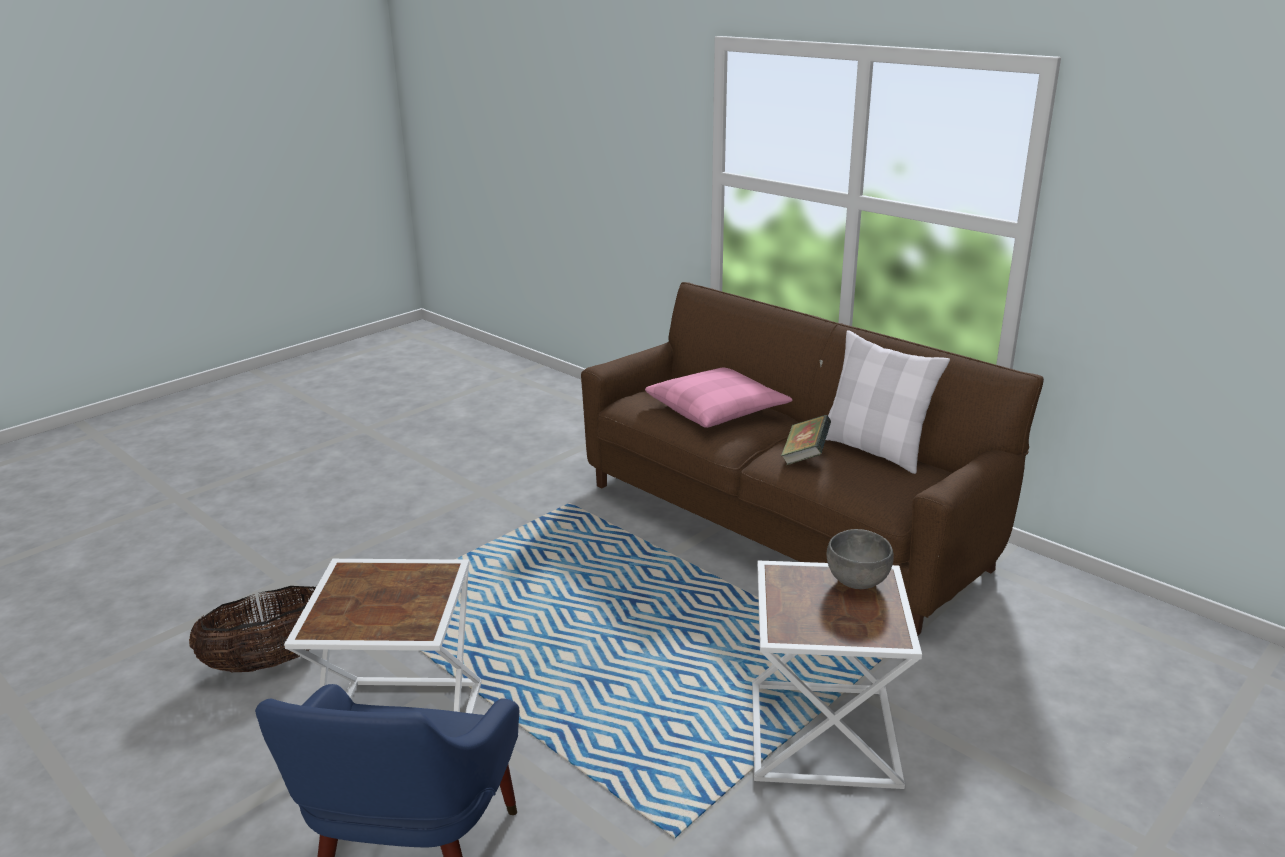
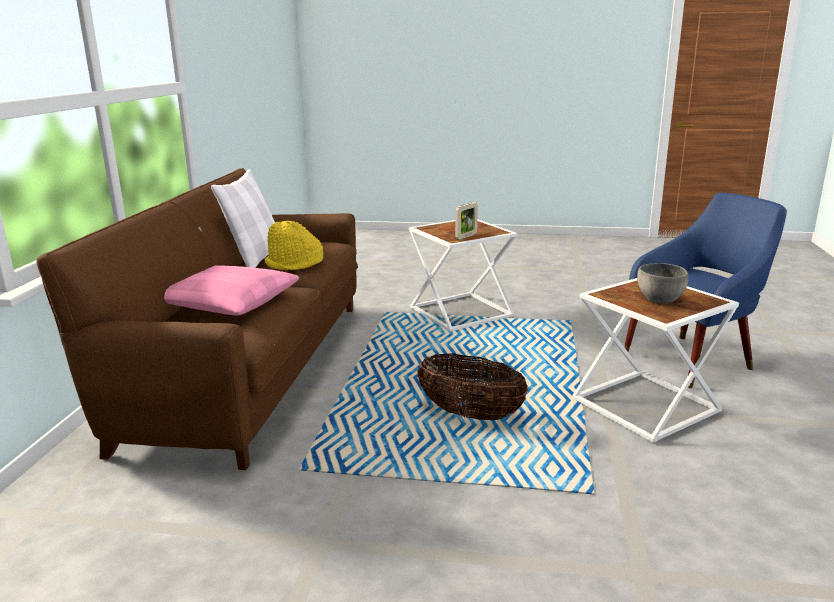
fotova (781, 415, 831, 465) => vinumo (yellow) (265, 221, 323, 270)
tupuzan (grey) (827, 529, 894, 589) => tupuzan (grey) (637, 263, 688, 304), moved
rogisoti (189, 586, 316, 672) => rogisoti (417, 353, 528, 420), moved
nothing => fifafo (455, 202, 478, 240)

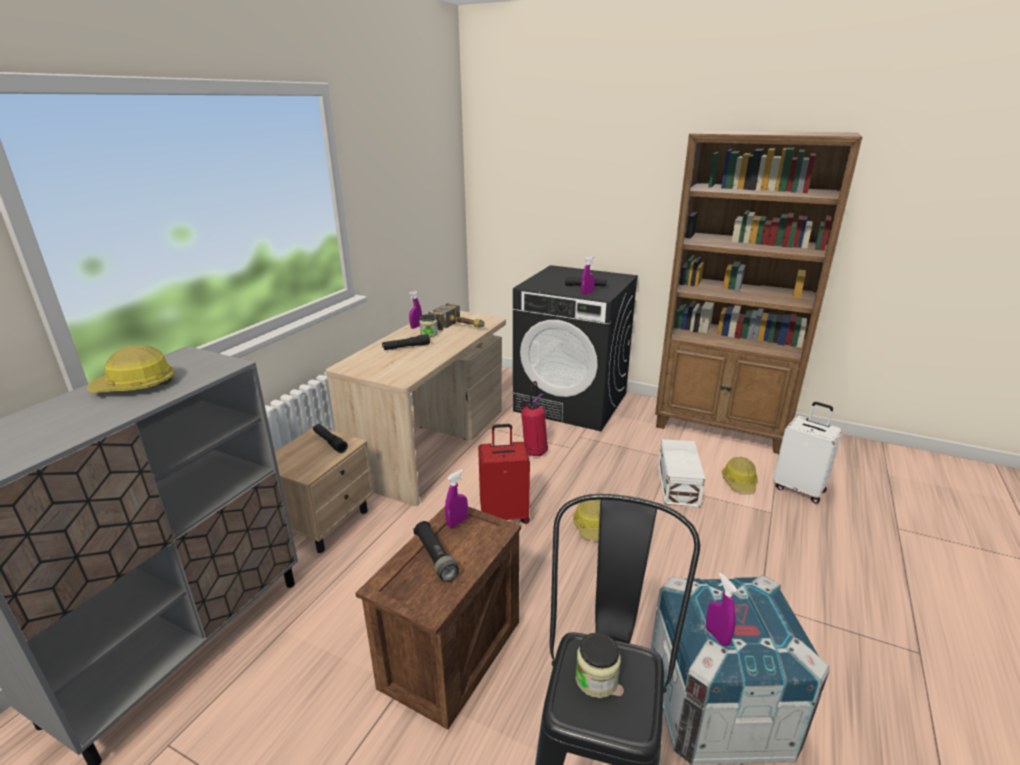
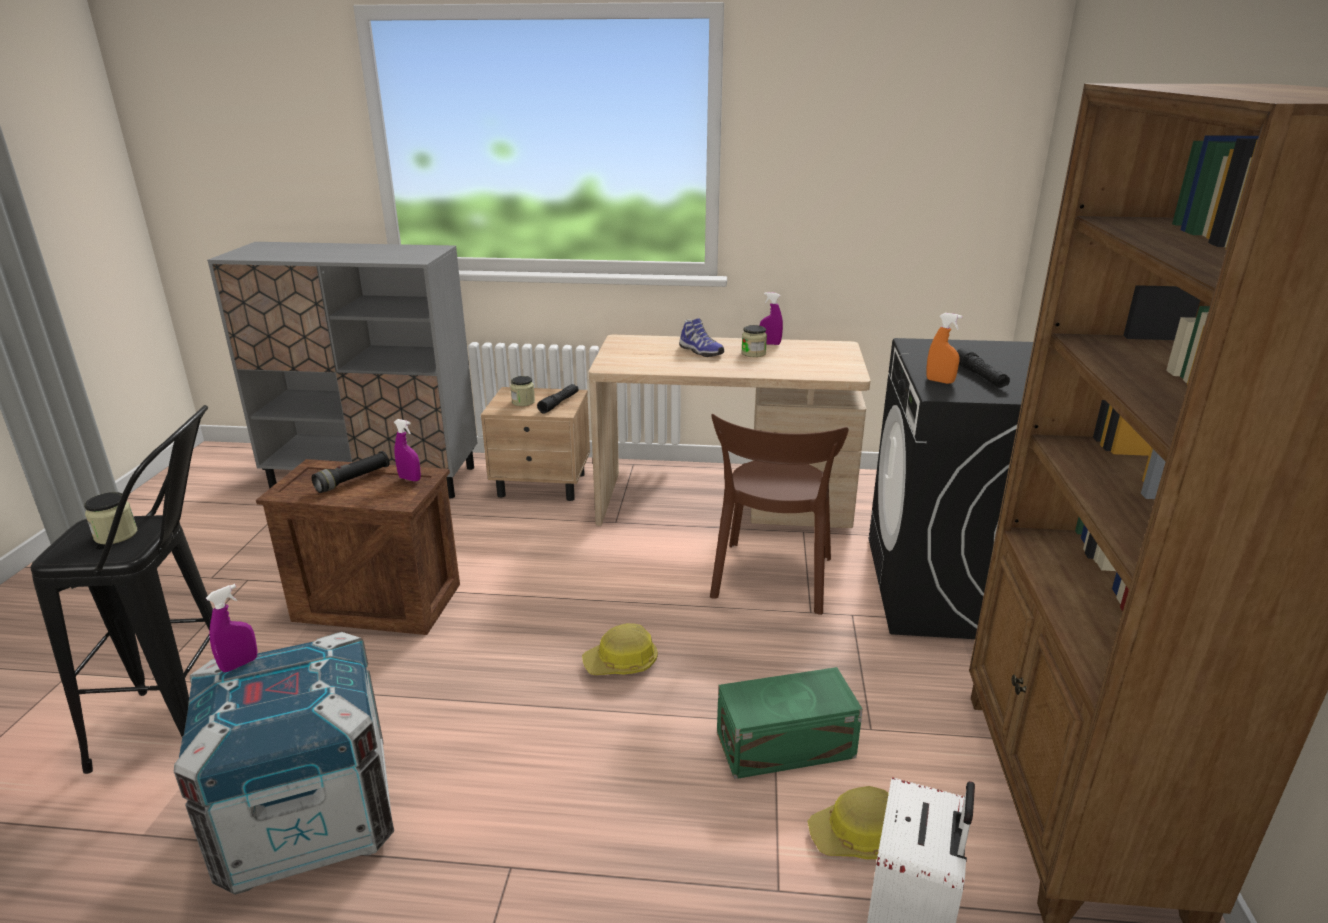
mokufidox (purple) (581, 256, 595, 295) => mokufidox (orange) (926, 313, 962, 384)
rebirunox (428, 303, 485, 331) => nothing
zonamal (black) (382, 334, 430, 350) => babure (679, 318, 724, 357)
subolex (88, 345, 175, 393) => nothing
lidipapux (519, 381, 548, 456) => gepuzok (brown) (710, 414, 848, 615)
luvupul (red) (478, 424, 530, 524) => nothing
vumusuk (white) (658, 439, 705, 508) => vumusuk (green) (717, 667, 863, 779)
nothing => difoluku (510, 376, 535, 406)

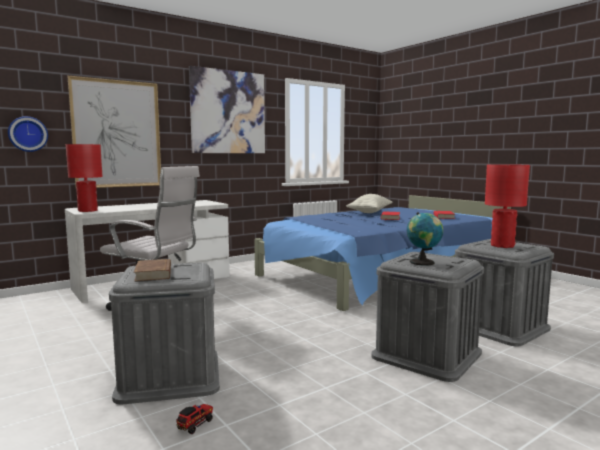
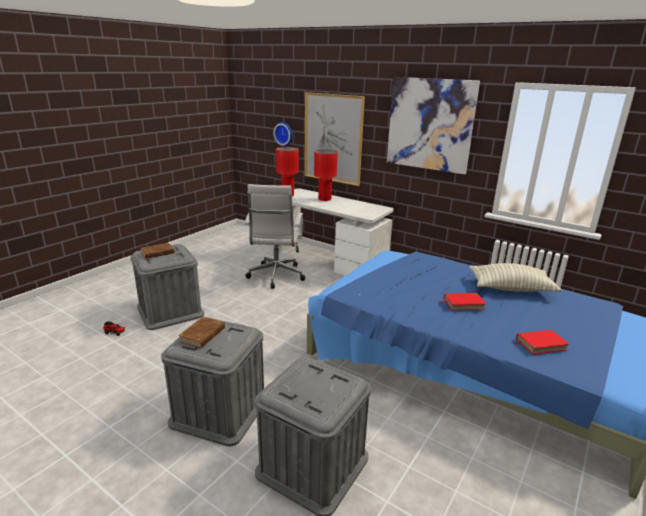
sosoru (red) (485, 164, 530, 248) => sosoru (red) (314, 150, 338, 201), moved
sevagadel (407, 212, 443, 266) => fotova (brown) (178, 317, 225, 348)

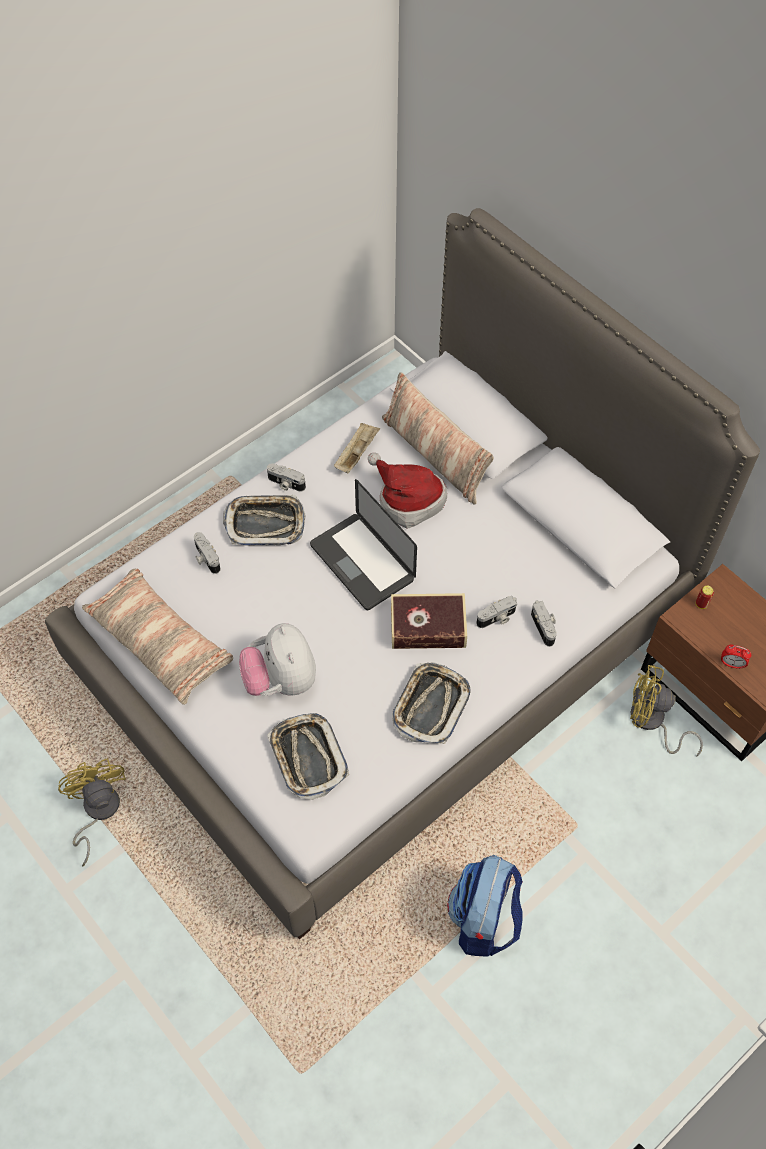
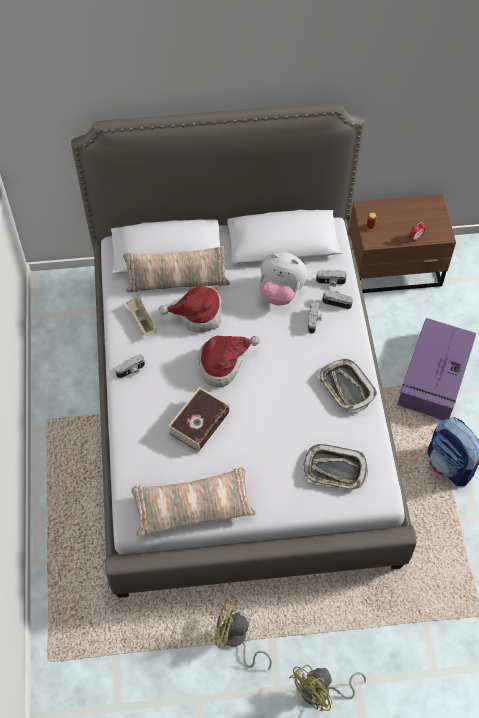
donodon (310, 479, 417, 610) => vinumo (197, 335, 260, 387)
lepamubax (223, 495, 305, 546) => nothing
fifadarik (194, 532, 220, 574) => fifadarik (316, 270, 347, 287), moved
fotova (391, 593, 467, 649) => fotova (168, 387, 230, 452), moved
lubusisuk (239, 623, 316, 696) => lubusisuk (259, 252, 307, 305), moved
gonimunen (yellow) (630, 665, 703, 757) => gonimunen (yellow) (289, 665, 366, 711), moved
nothing => vumusuk (purple) (397, 318, 476, 421)

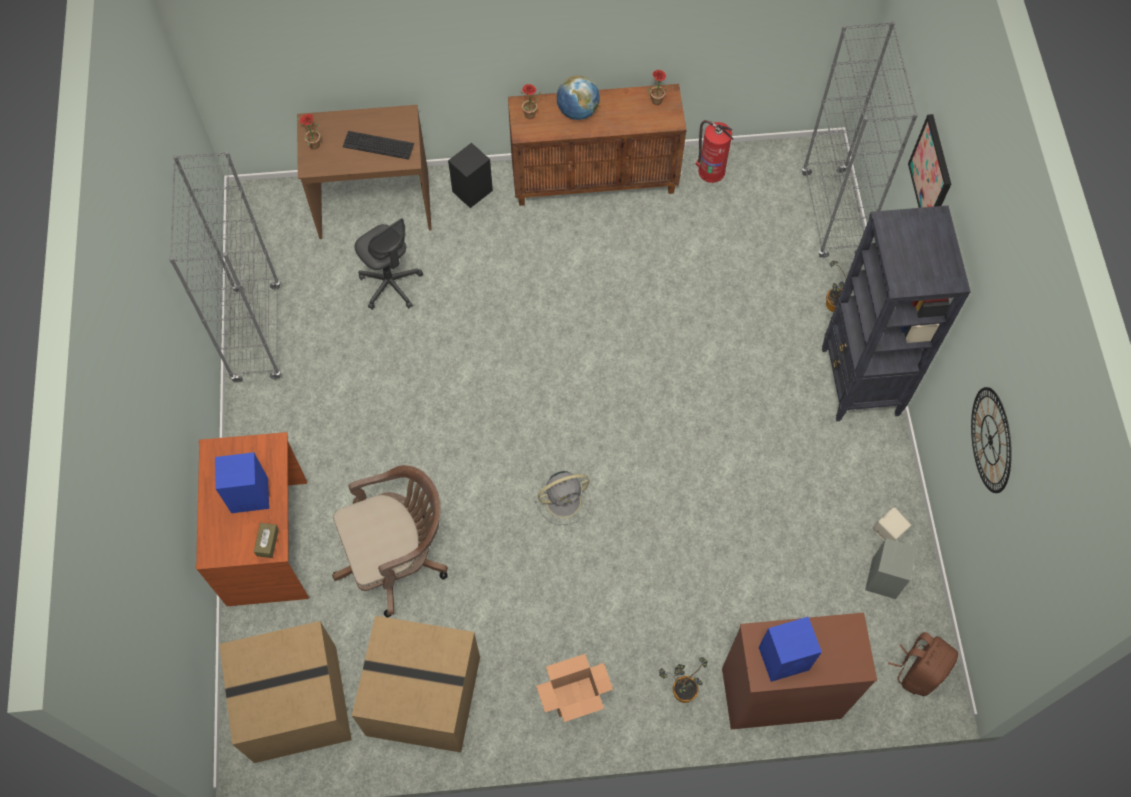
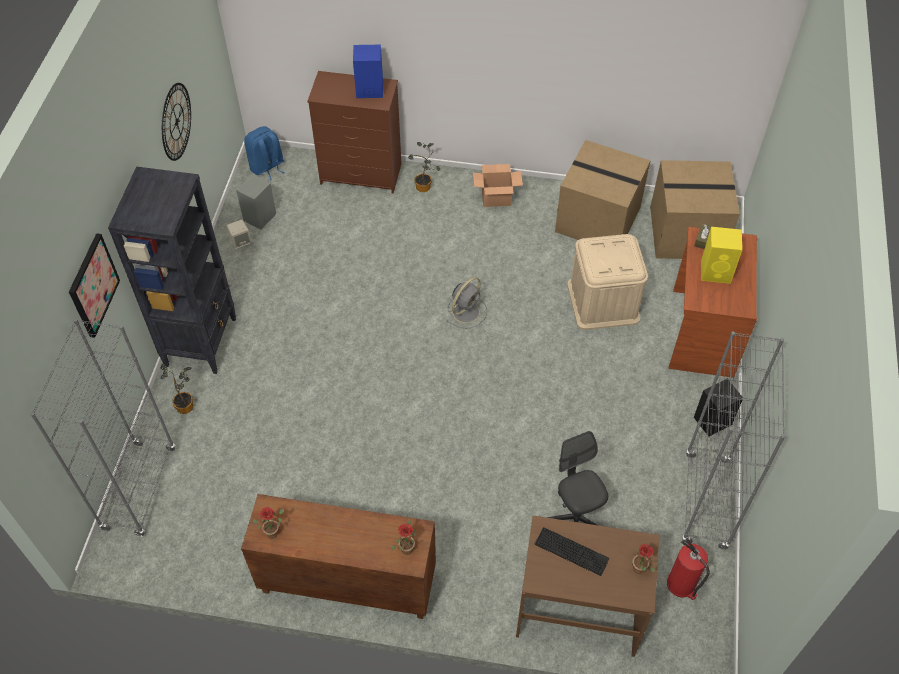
sevagadel (557, 75, 600, 120) => nothing
lidipapux (696, 120, 734, 183) => lidipapux (667, 538, 710, 600), moved
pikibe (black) (448, 143, 493, 208) => pikibe (black) (694, 379, 743, 437), moved
pikibe (blue) (215, 452, 269, 513) => pikibe (yellow) (701, 227, 742, 284)
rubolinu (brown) (332, 465, 448, 617) => vumusuk (beige) (567, 234, 648, 330)
gonimunen (grey) (534, 471, 591, 525) => gonimunen (grey) (446, 277, 487, 329), 135 degrees clockwise
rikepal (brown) (888, 632, 958, 696) => rikepal (blue) (244, 126, 285, 181)

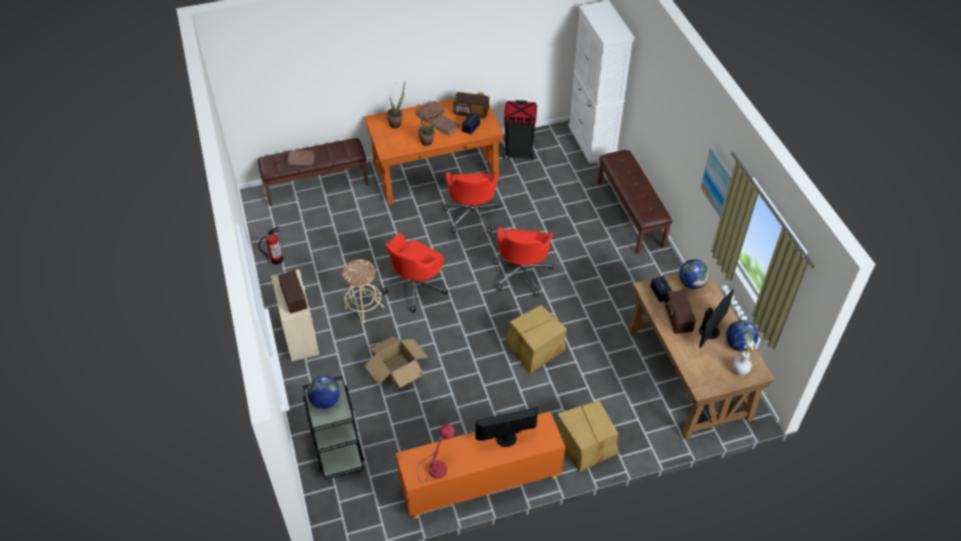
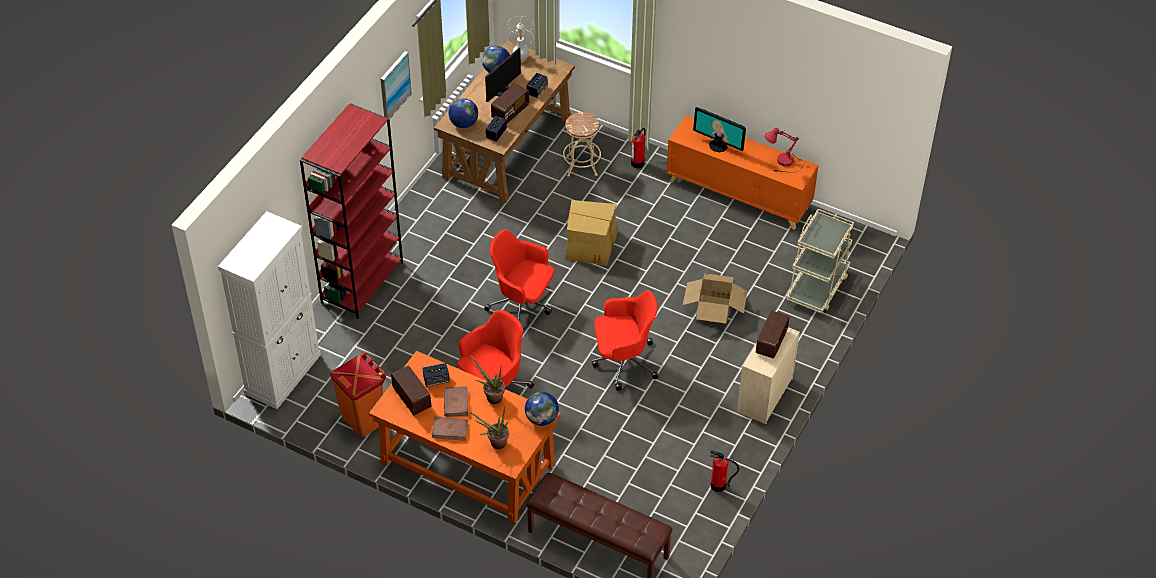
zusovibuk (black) (503, 100, 537, 160) => zusovibuk (orange) (330, 353, 387, 437)
fotova (brown) (287, 150, 315, 165) => nothing
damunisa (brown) (597, 150, 672, 254) => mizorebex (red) (300, 103, 403, 319)
rubolinu (red) (494, 227, 554, 296) => rubolinu (red) (484, 229, 554, 330), 120 degrees counterclockwise
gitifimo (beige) (342, 259, 384, 323) => gitifimo (beige) (563, 112, 601, 177), moved
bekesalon (699, 289, 734, 348) => bekesalon (485, 48, 521, 102), 135 degrees clockwise
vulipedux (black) (302, 376, 365, 480) => vulipedux (beige) (786, 209, 854, 313)
sevagadel (307, 376, 340, 409) => sevagadel (525, 392, 559, 426), moved
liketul (557, 401, 619, 472) => lidipapux (631, 128, 646, 168)
nothing => pikibe (527, 73, 547, 98)

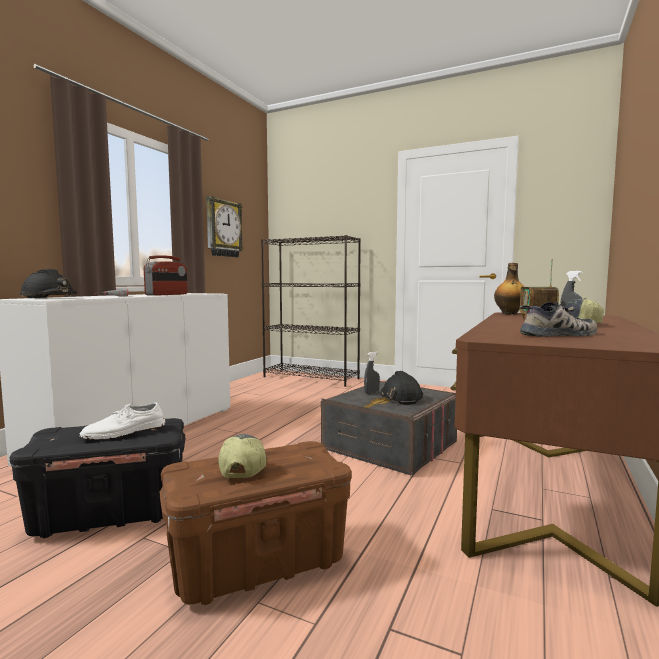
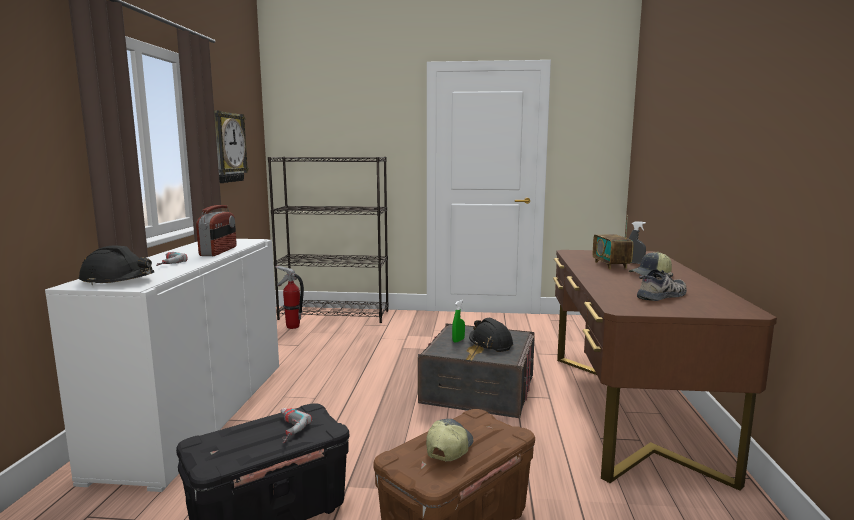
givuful (494, 263, 524, 315) => nothing
mokufidox (grey) (364, 352, 380, 394) => mokufidox (green) (452, 300, 465, 343)
babure (white) (79, 402, 166, 440) => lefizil (281, 408, 312, 444)
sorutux (218, 434, 267, 478) => sorutux (426, 419, 473, 461), 45 degrees clockwise
nothing => lidipapux (275, 265, 304, 329)

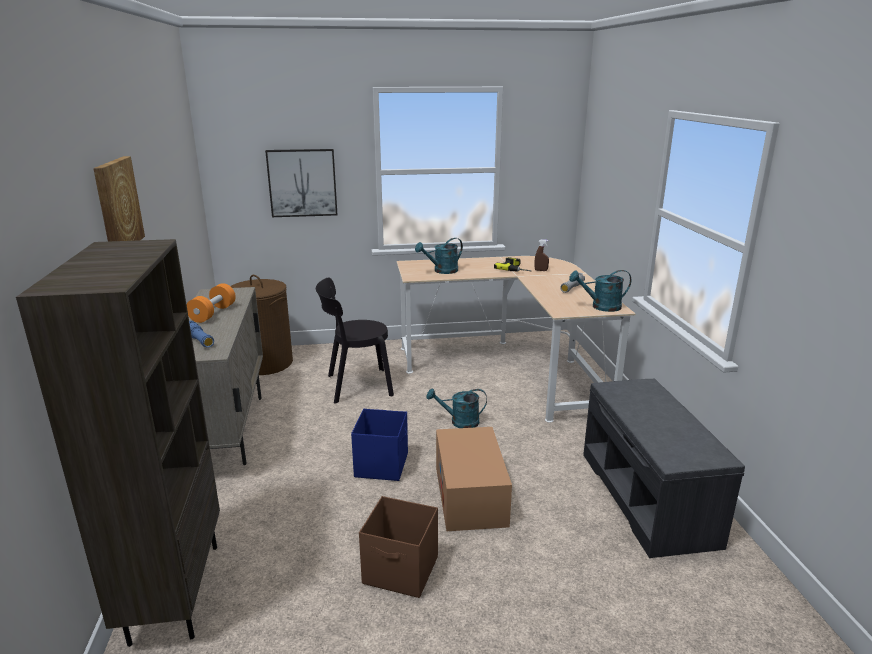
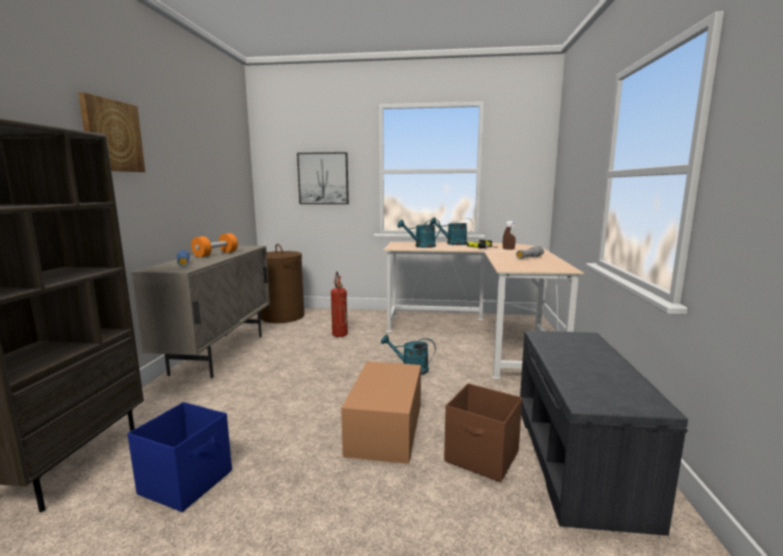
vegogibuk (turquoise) (569, 270, 631, 312) => vegogibuk (turquoise) (430, 217, 473, 245), moved
gepuzok (black) (316, 278, 394, 404) => lidipapux (331, 271, 348, 337)
vumusuk (blue) (351, 409, 408, 481) => vumusuk (blue) (127, 402, 232, 512), moved
vumusuk (brown) (359, 496, 438, 598) => vumusuk (brown) (444, 383, 522, 482), moved

